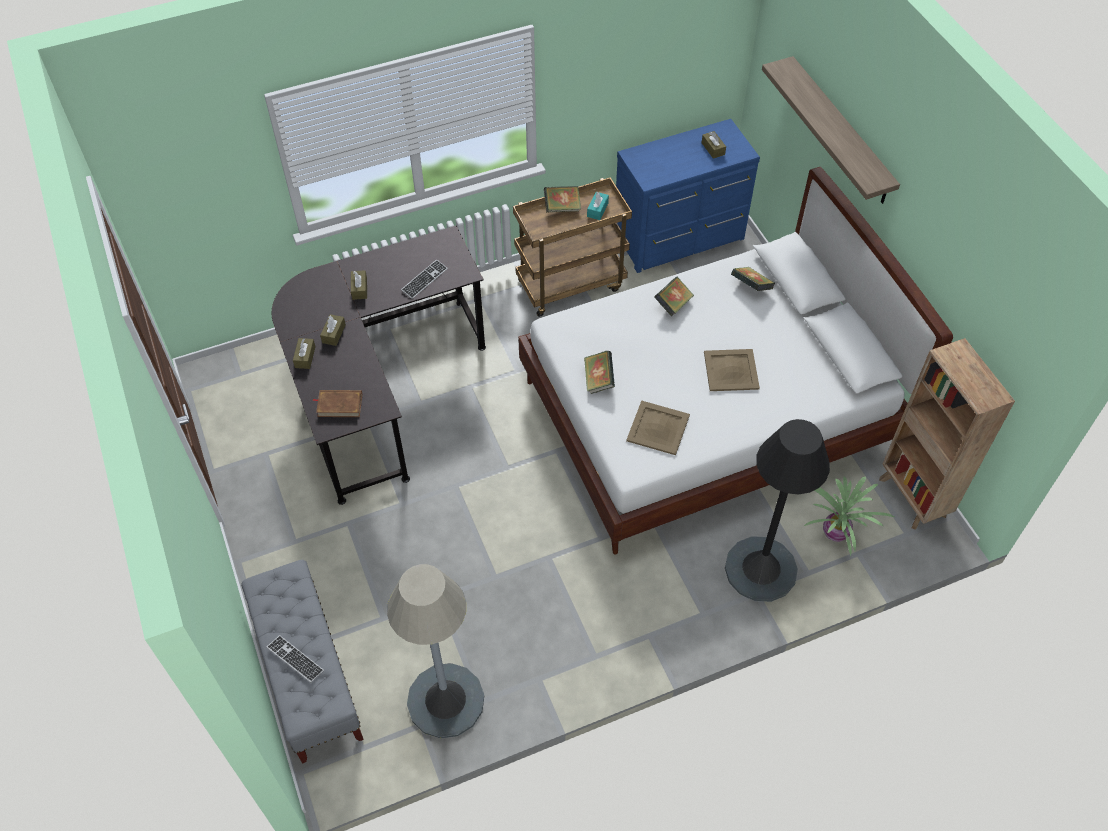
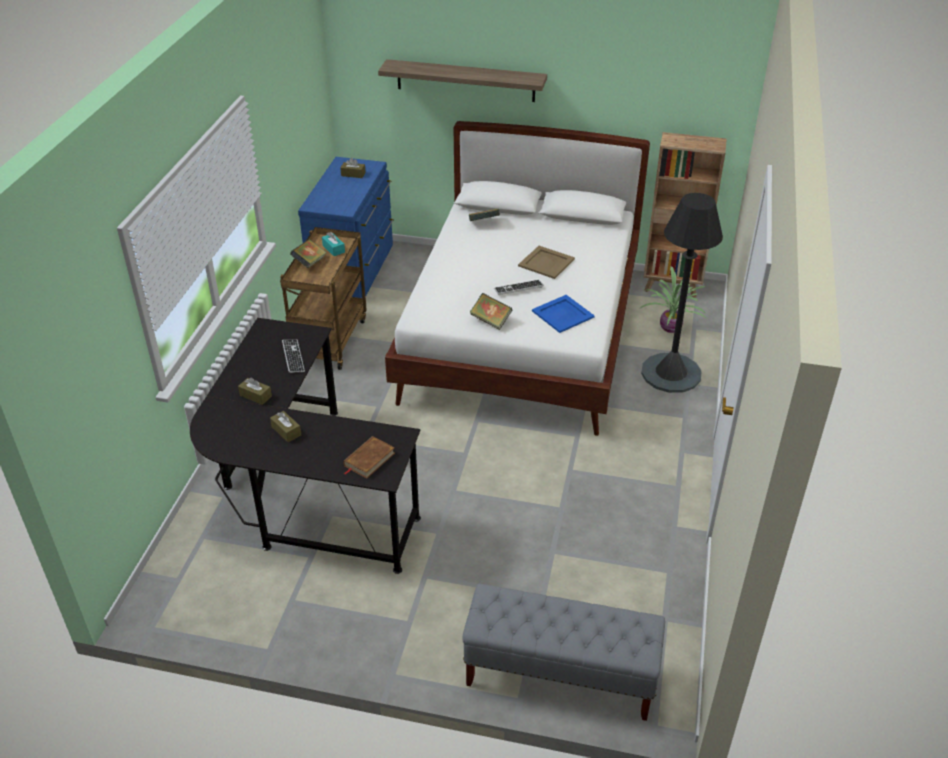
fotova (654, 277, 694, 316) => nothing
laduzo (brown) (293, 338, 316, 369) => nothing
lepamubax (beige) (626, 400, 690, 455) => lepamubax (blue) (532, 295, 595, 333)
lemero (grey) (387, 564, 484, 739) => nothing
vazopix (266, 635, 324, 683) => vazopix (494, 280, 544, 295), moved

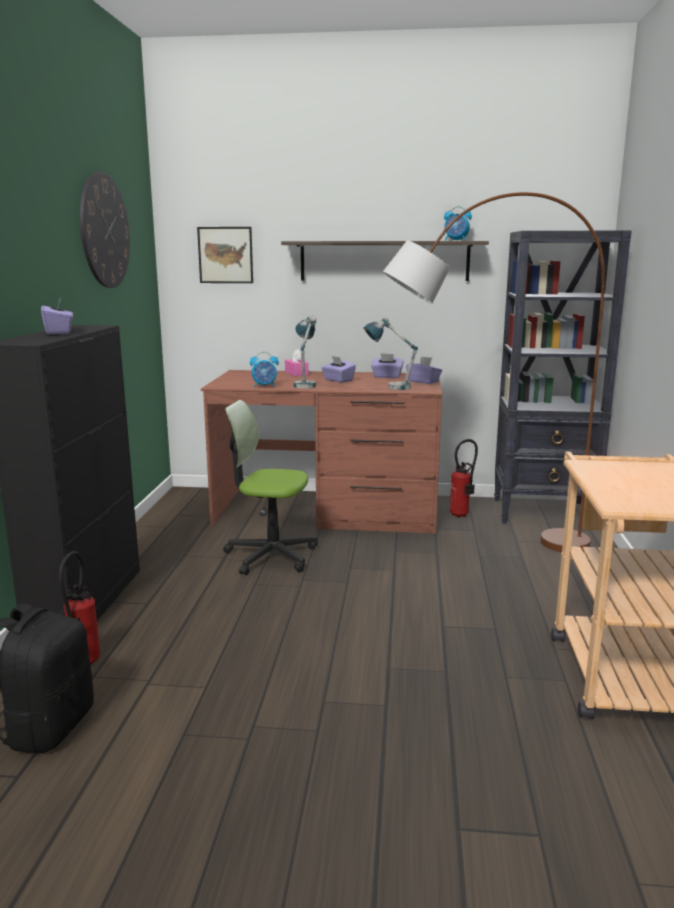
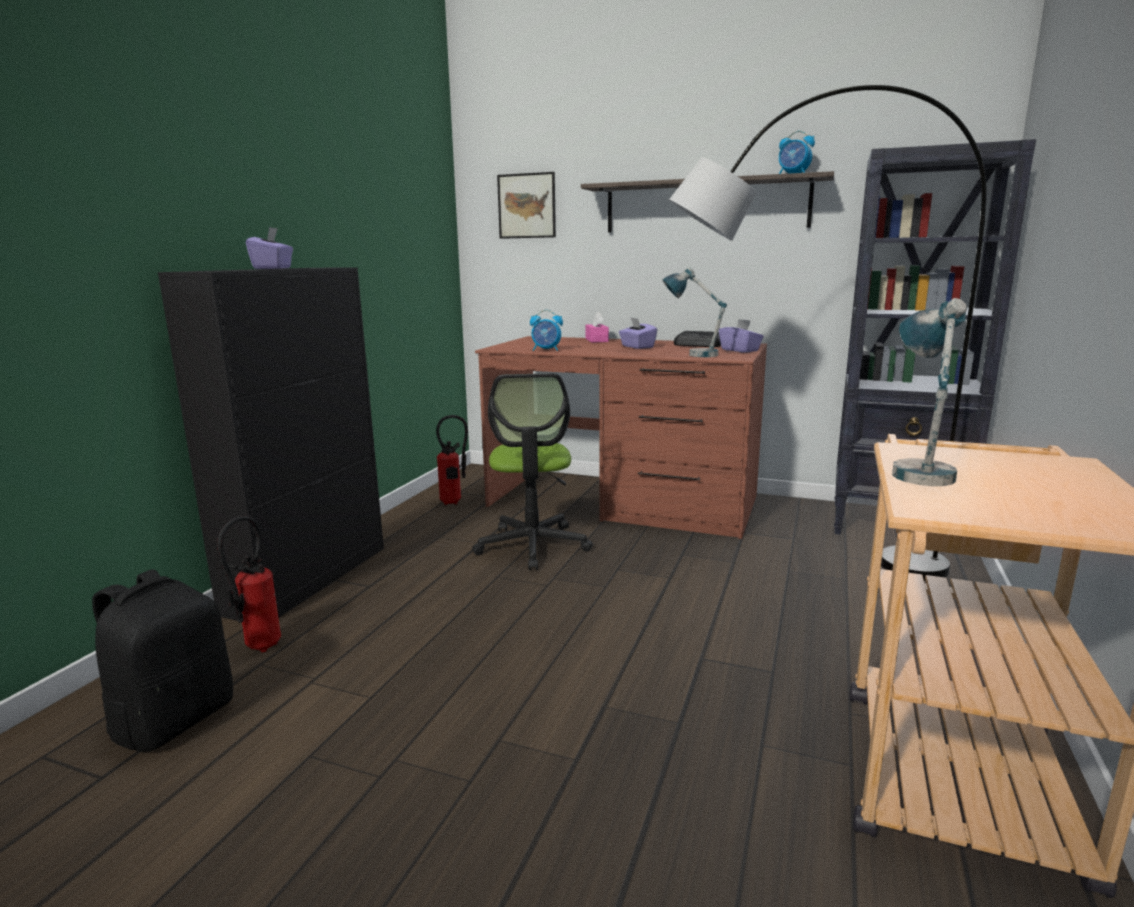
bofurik (80, 172, 130, 288) => nothing
lemero (brown) (383, 192, 605, 552) => lemero (grey) (669, 85, 986, 581)
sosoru (293, 315, 316, 389) => sosoru (892, 298, 967, 486), moved
laduzo (purple) (371, 353, 404, 378) => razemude (674, 331, 721, 347)
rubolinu (223, 400, 318, 575) => rubolinu (472, 373, 593, 570), 120 degrees counterclockwise
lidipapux (450, 439, 478, 518) => lidipapux (436, 415, 468, 505), moved

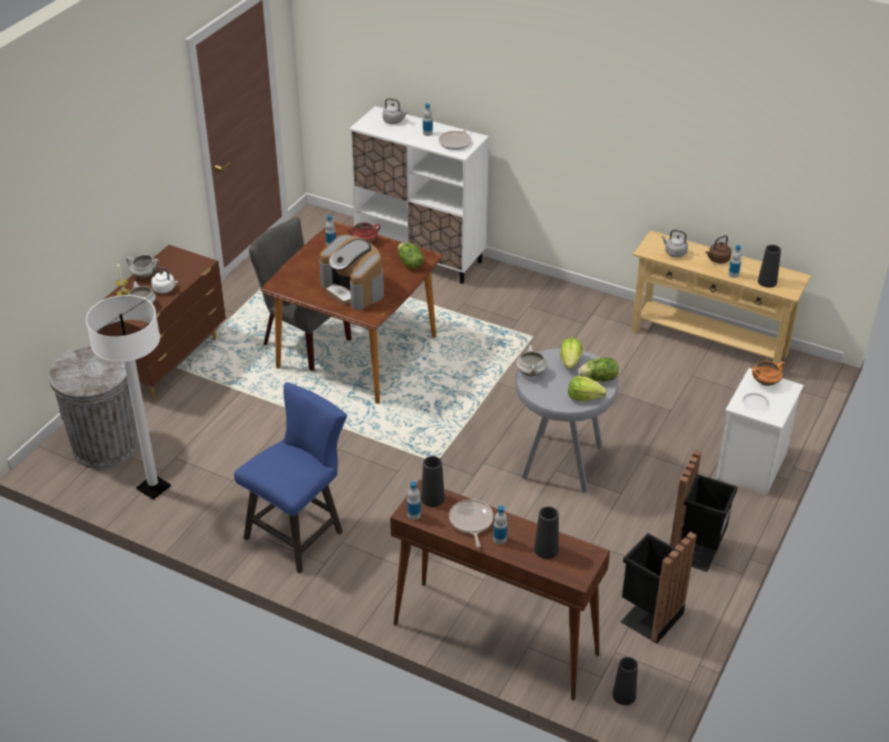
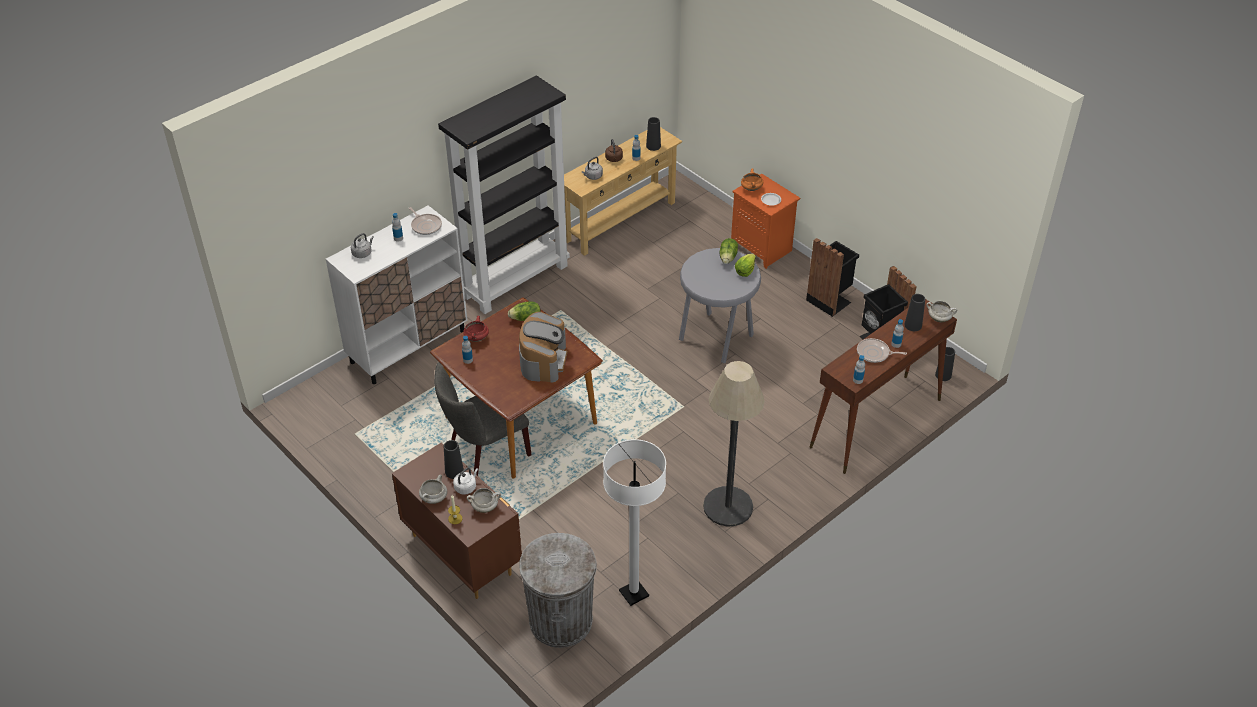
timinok (319, 235, 384, 310) => timinok (519, 312, 568, 383), 60 degrees counterclockwise
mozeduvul (560, 338, 583, 370) => nothing
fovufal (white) (516, 345, 547, 376) => fovufal (white) (926, 301, 957, 322), moved
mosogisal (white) (715, 368, 804, 495) => mosogisal (orange) (731, 174, 800, 269)
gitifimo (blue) (234, 382, 347, 574) => lemero (703, 361, 765, 527)
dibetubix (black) (421, 456, 445, 507) => dibetubix (black) (444, 440, 464, 479), moved
nothing => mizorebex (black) (438, 76, 570, 314)

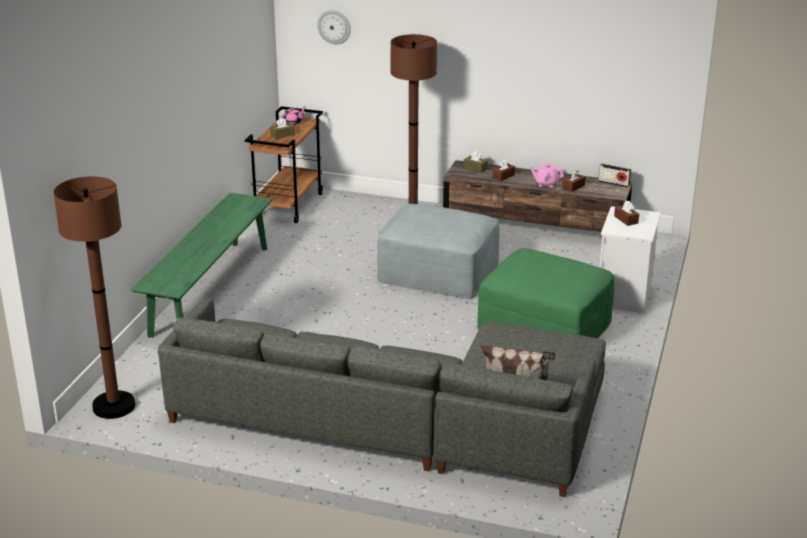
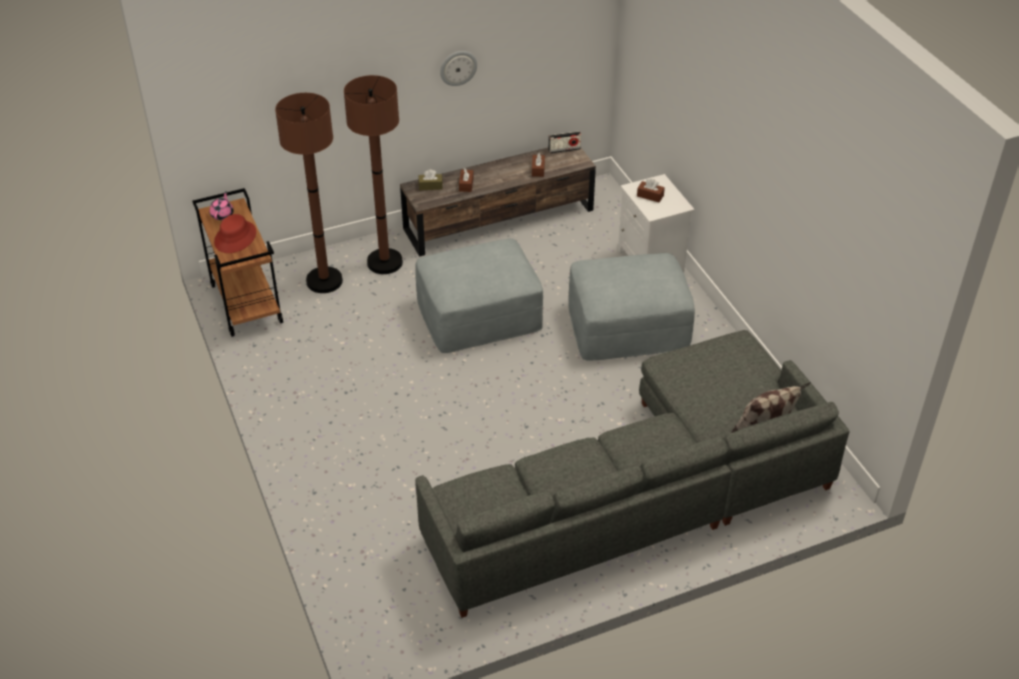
bofurik (317, 10, 351, 44) => bofurik (440, 51, 477, 86), moved
laduzo (brown) (270, 118, 295, 139) => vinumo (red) (214, 214, 256, 253)
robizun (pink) (530, 162, 564, 187) => nothing
lemero (brown) (53, 176, 135, 419) => lemero (brown) (275, 93, 343, 293), moved
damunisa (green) (131, 193, 272, 338) => nothing
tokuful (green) (477, 248, 615, 338) => tokuful (grey) (568, 253, 695, 360)

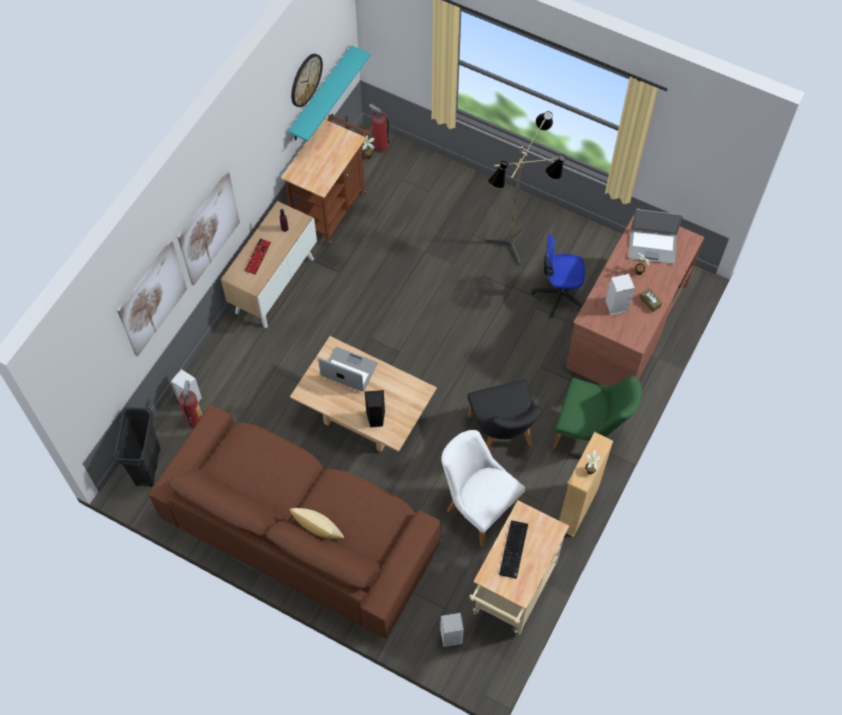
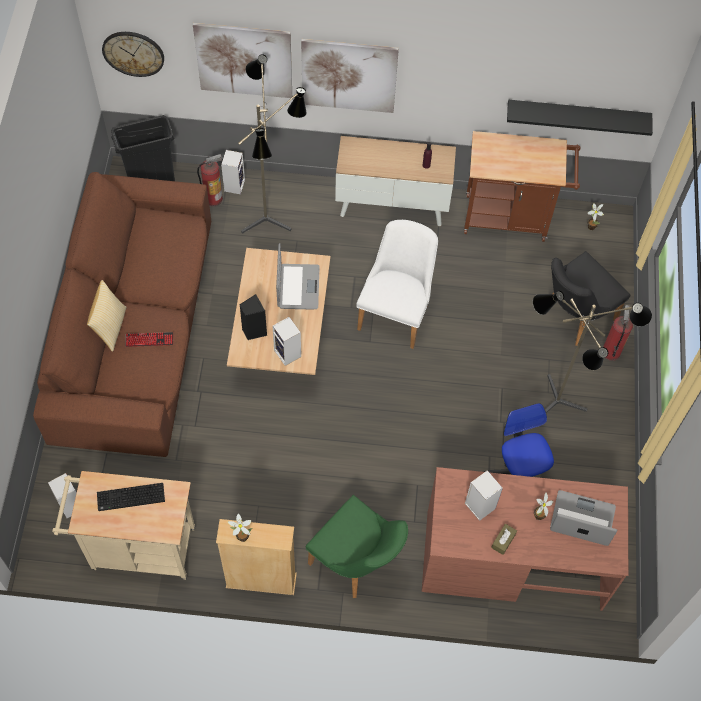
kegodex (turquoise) (288, 45, 370, 142) => kegodex (black) (507, 100, 653, 136)
bofurik (291, 54, 323, 107) => bofurik (102, 32, 164, 77), moved
lidipapux (369, 104, 390, 153) => lidipapux (603, 305, 633, 361), moved
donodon (628, 209, 683, 264) => donodon (550, 490, 617, 546), 120 degrees clockwise
vazopix (244, 238, 271, 275) => vazopix (125, 332, 173, 347), moved
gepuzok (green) (552, 375, 642, 449) => gepuzok (green) (306, 495, 408, 598), 45 degrees counterclockwise
gepuzok (black) (468, 379, 542, 451) => gepuzok (black) (551, 251, 631, 346), moved
gepuzok (white) (441, 430, 525, 547) => gepuzok (white) (357, 220, 438, 349), moved
nothing => lemero (238, 54, 307, 234)
nothing => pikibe (273, 317, 301, 366)

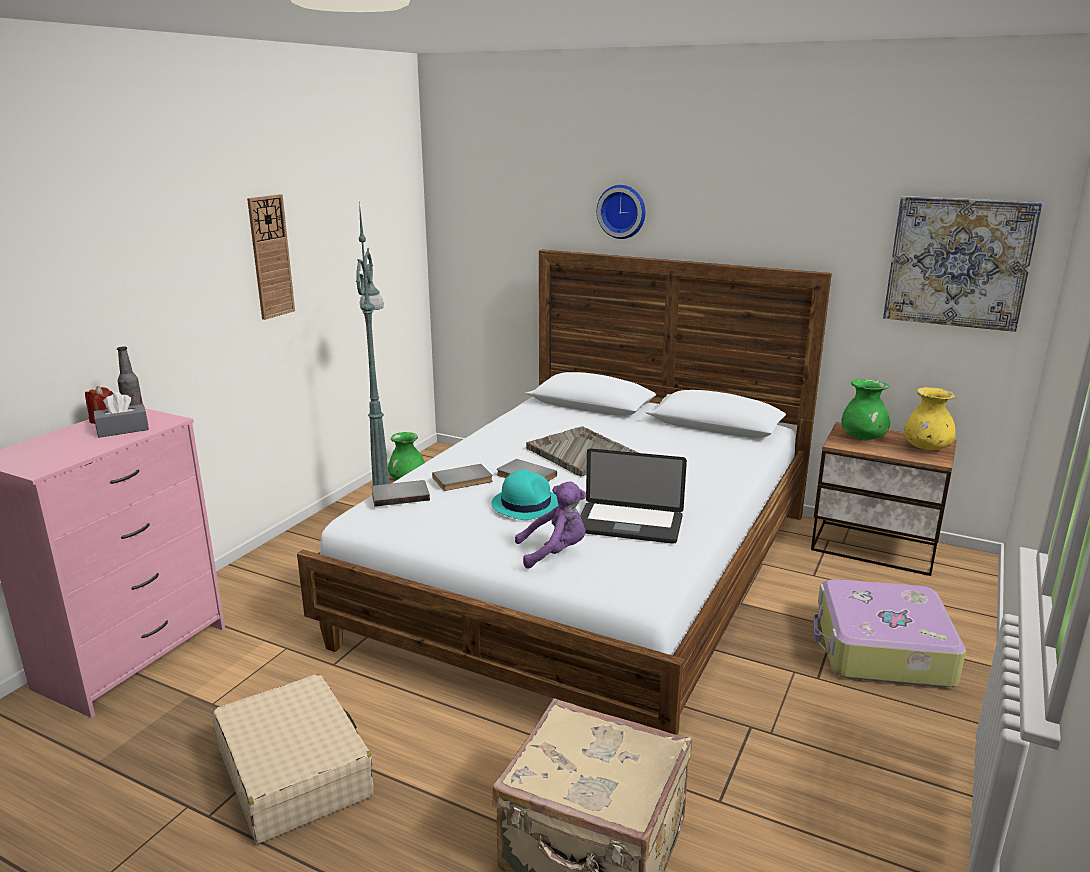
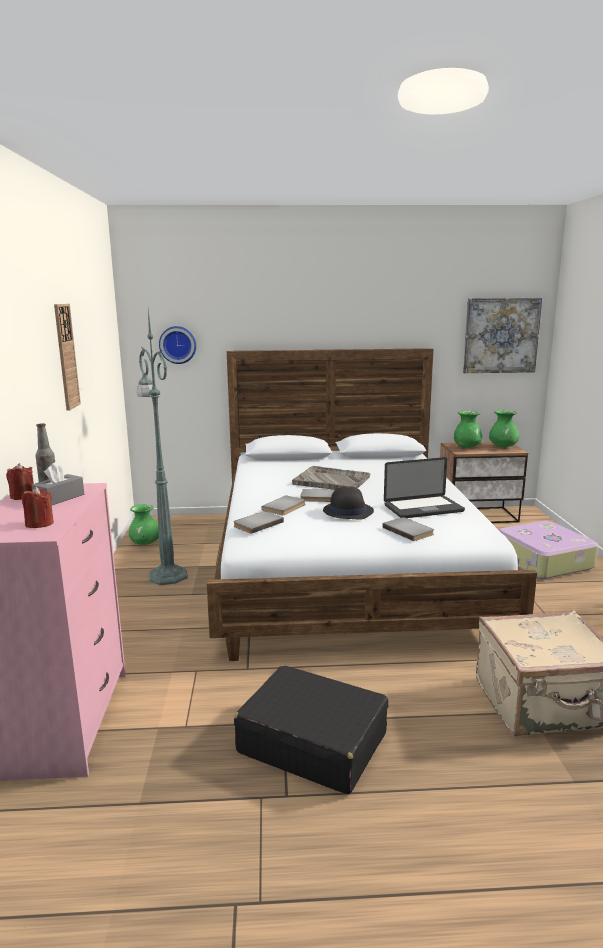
bofurik (597, 185, 646, 239) => bofurik (159, 326, 196, 364), moved
dibetubix (yellow) (904, 387, 956, 450) => dibetubix (green) (489, 410, 519, 447)
vinumo (turquoise) (492, 469, 559, 520) => vinumo (black) (323, 486, 374, 520)
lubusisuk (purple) (515, 481, 586, 568) => fotova (grey) (382, 517, 434, 541)
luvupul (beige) (213, 674, 373, 844) => luvupul (black) (234, 665, 389, 794)
nothing => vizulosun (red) (21, 486, 54, 528)

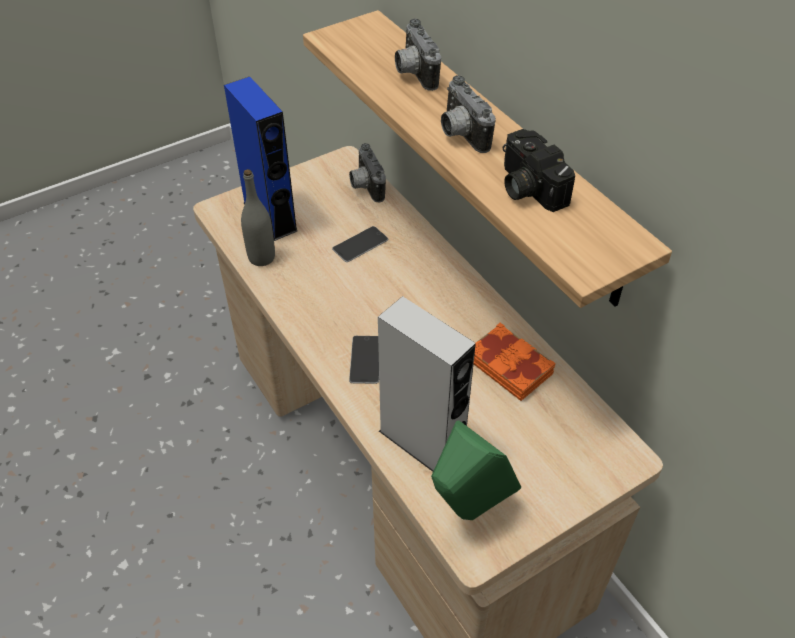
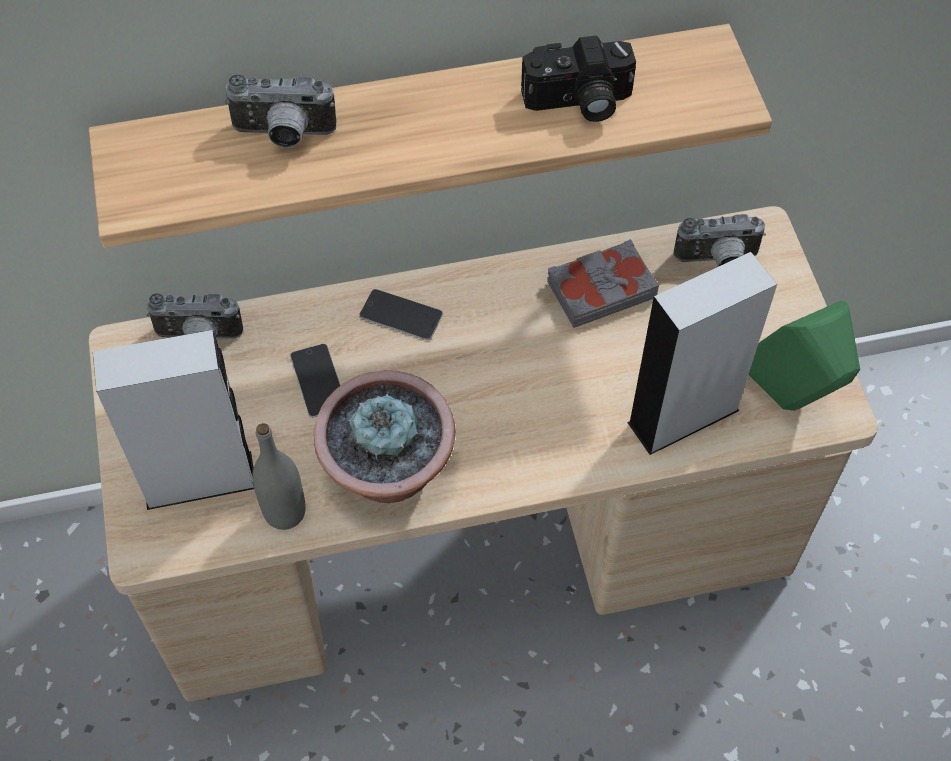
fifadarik (441, 75, 496, 153) => fifadarik (673, 214, 766, 266), moved
pikibe (blue) (224, 77, 298, 241) => pikibe (grey) (93, 330, 254, 510)
fotova (orange) (474, 323, 556, 401) => fotova (grey) (547, 239, 659, 328)
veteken (349, 336, 379, 384) => veteken (359, 289, 443, 340), moved
nothing => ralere (314, 370, 456, 503)

